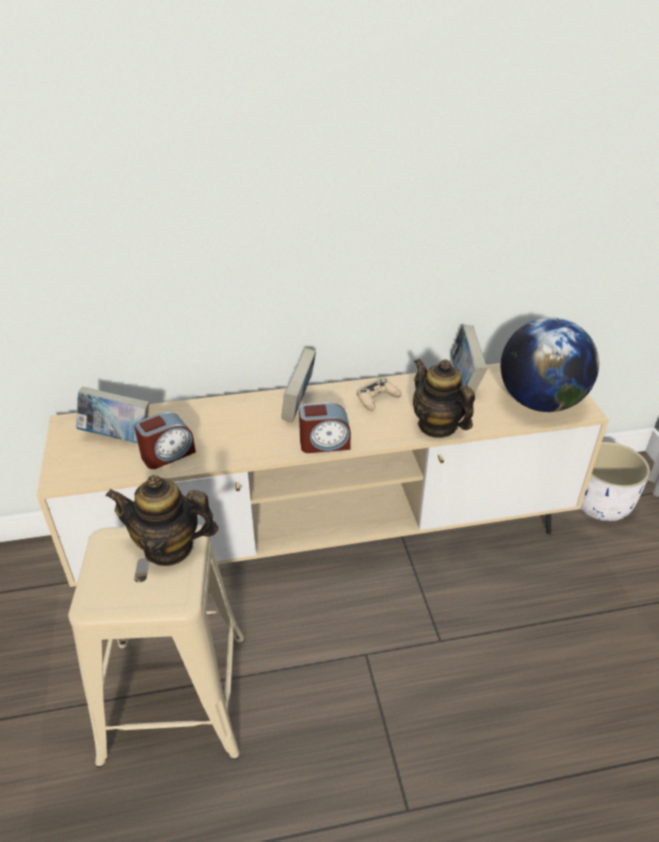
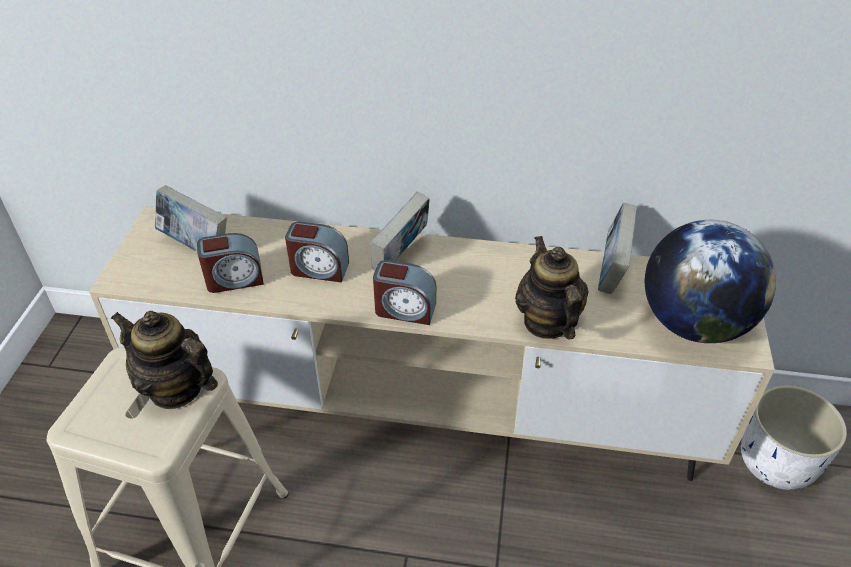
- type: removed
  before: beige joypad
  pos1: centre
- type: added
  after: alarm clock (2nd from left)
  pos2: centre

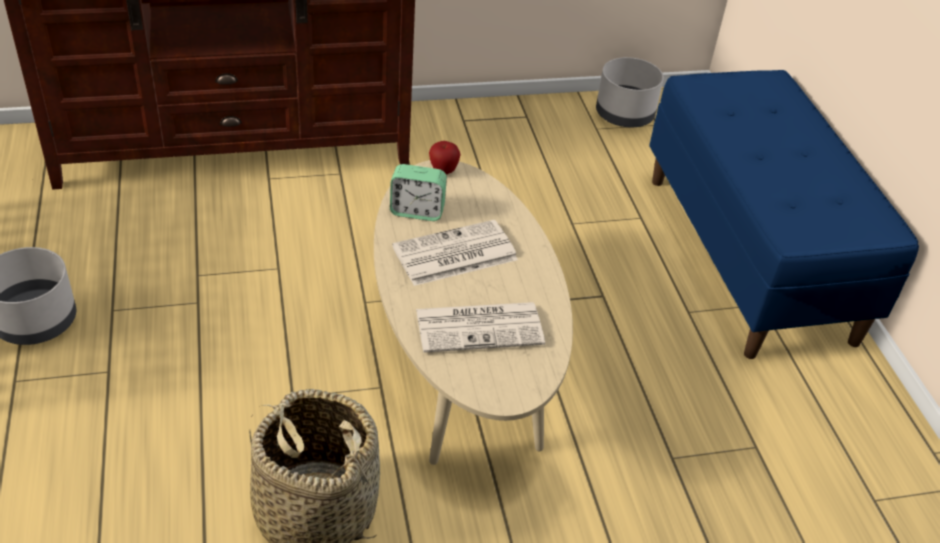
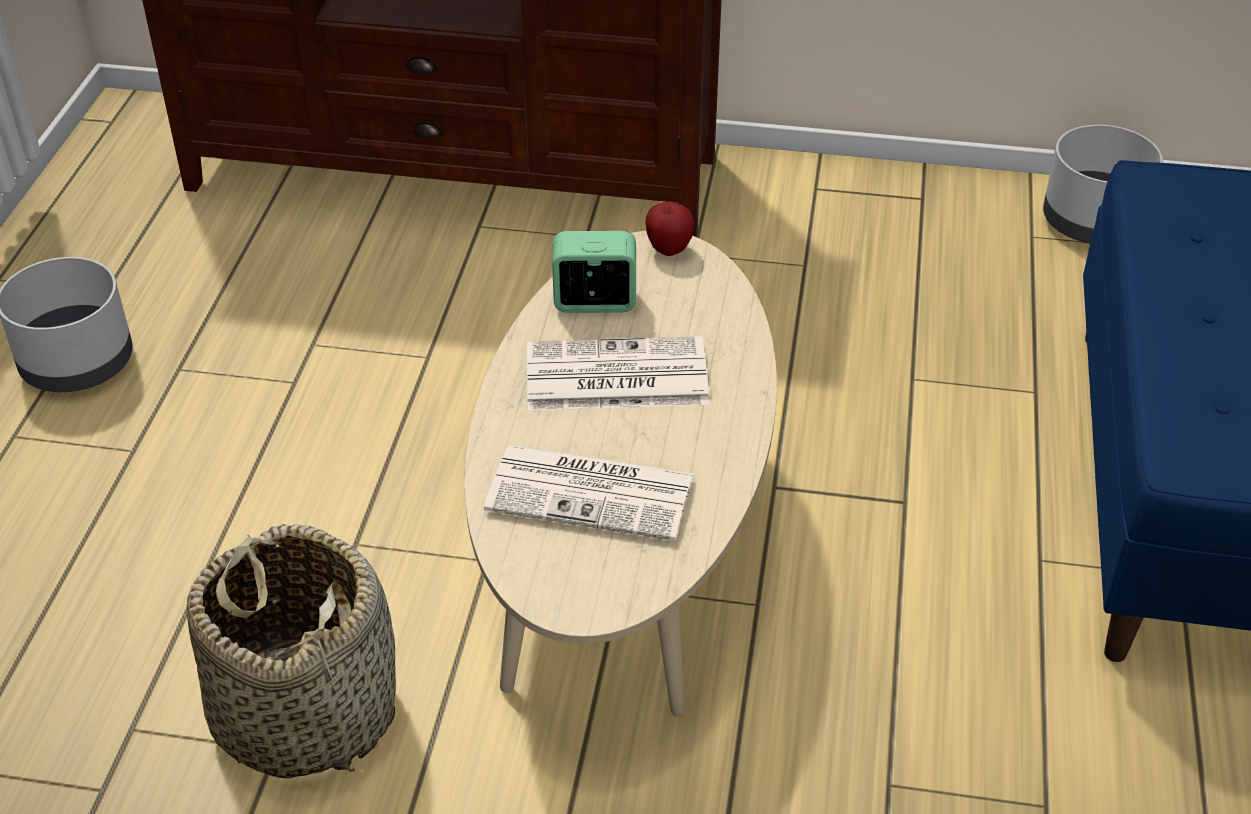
- type: turned
  before: alarm clock
  pos1: centre
  pos2: centre
  turn: 150

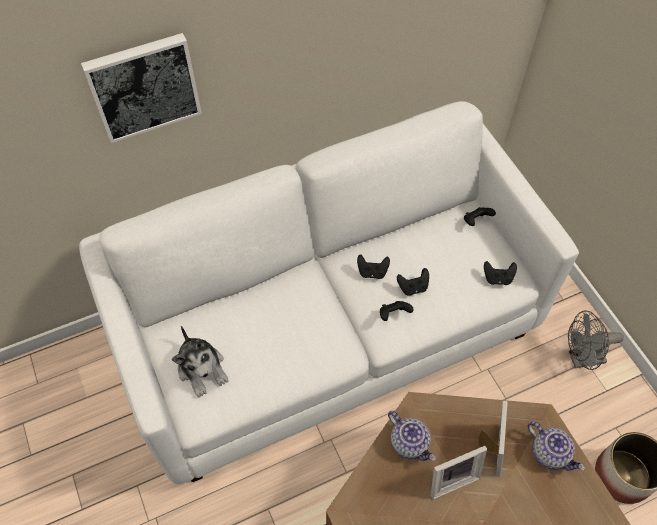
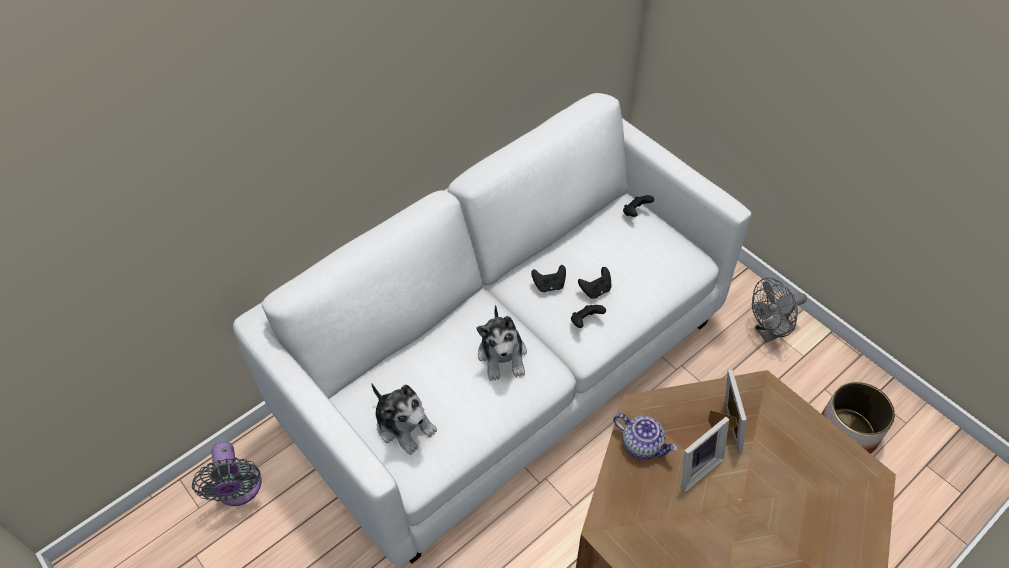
- type: removed
  before: picture
  pos1: top left
- type: removed
  before: black-coloured joypad (5th from left)
  pos1: middle right
- type: removed
  before: pot for tea (2nd from left)
  pos1: bottom right
- type: added
  after: greyish fan (1st from left)
  pos2: bottom left
- type: added
  after: soft toy (2nd from left)
  pos2: centre

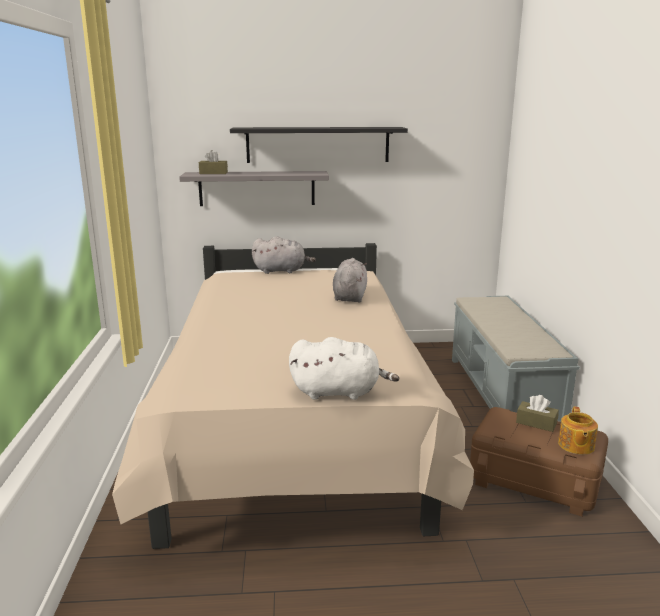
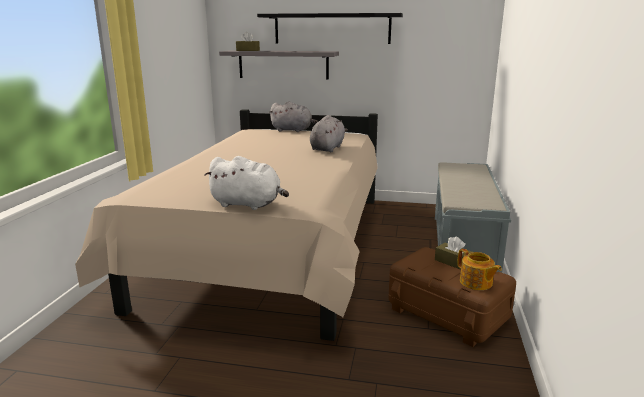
- type: turned
  before: pot for tea
  pos1: bottom right
  pos2: bottom right
  turn: -60

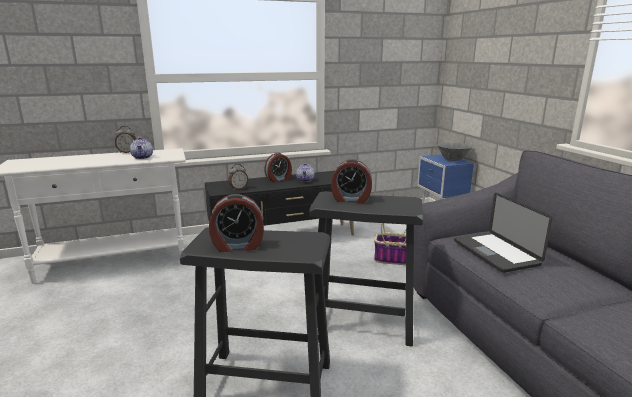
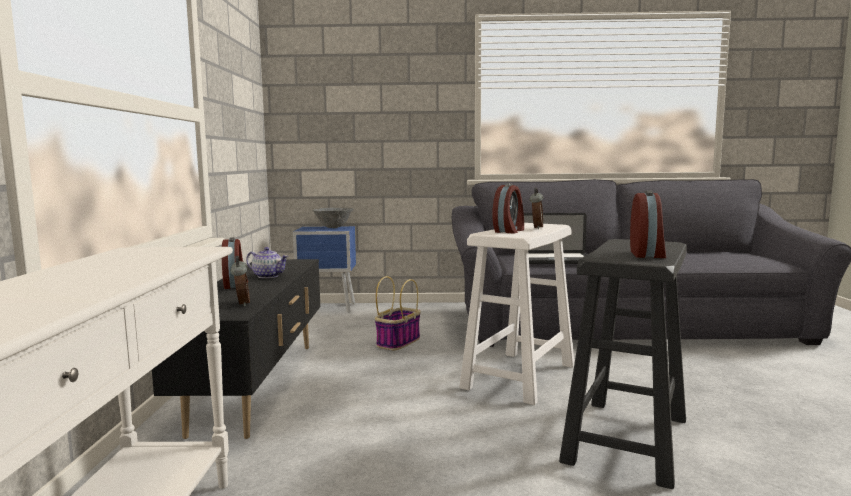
- type: moved
  before: alarm clock (1st from left in the first image)
  after: alarm clock (4th from left)
  pos1: middle left
  pos2: centre
- type: removed
  before: pot for tea (1st from left)
  pos1: middle left
- type: recoloured
  before: black-coloured stool (2nd from left)
  after: white stool
  pos1: bottom centre
  pos2: centre

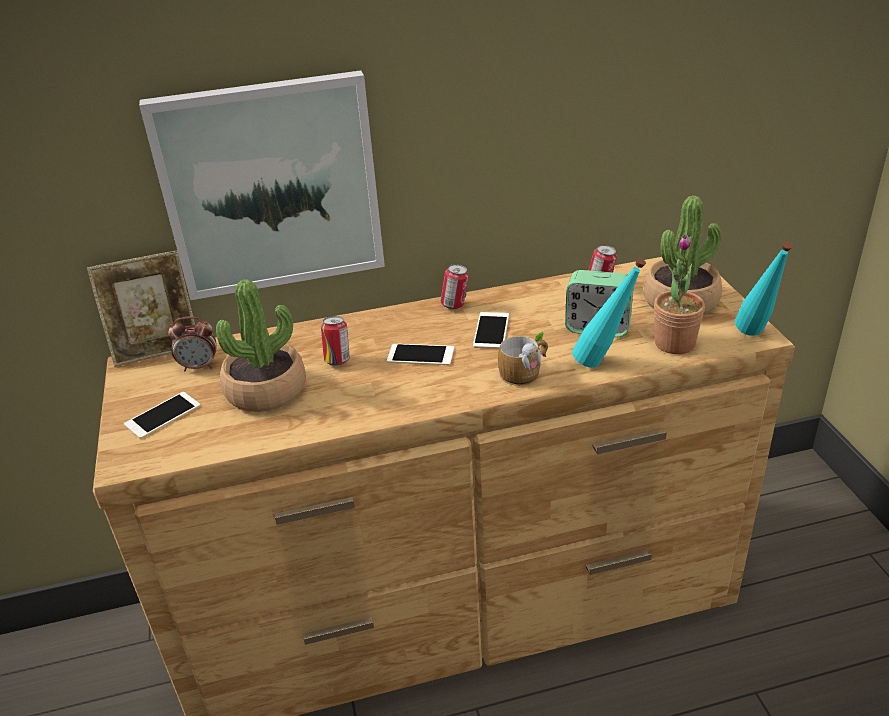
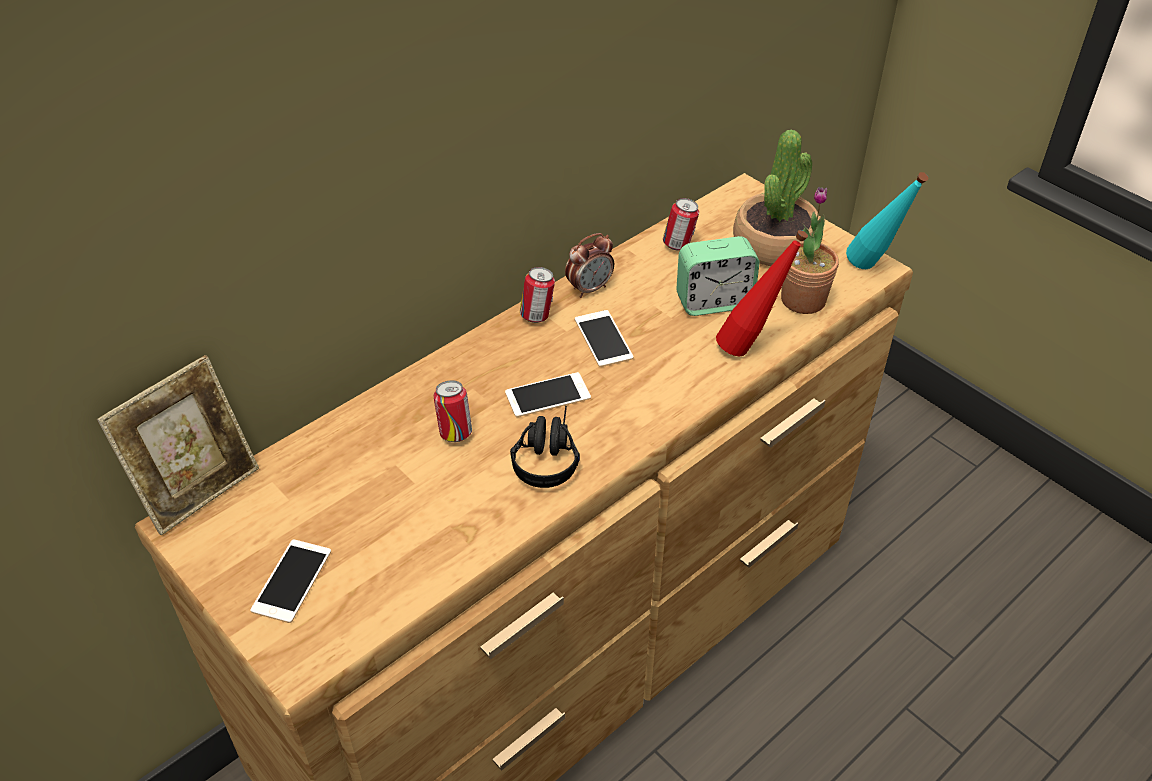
- type: removed
  before: picture
  pos1: top left
- type: moved
  before: alarm clock (1st from left)
  pos1: middle left
  pos2: centre
- type: removed
  before: potted plant (1st from left)
  pos1: middle left
- type: removed
  before: mug
  pos1: centre
- type: recoloured
  before: blue-green beverage bottle (1st from left)
  after: red beverage bottle
  pos1: middle right
  pos2: centre
- type: added
  after: black-coloured pair of headphones
  pos2: centre

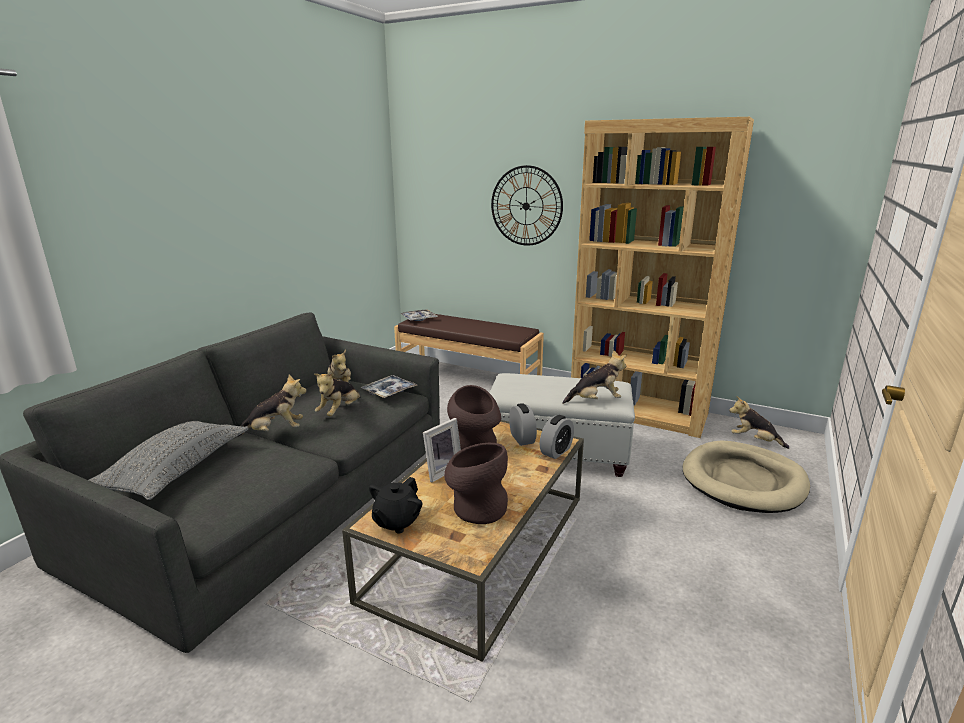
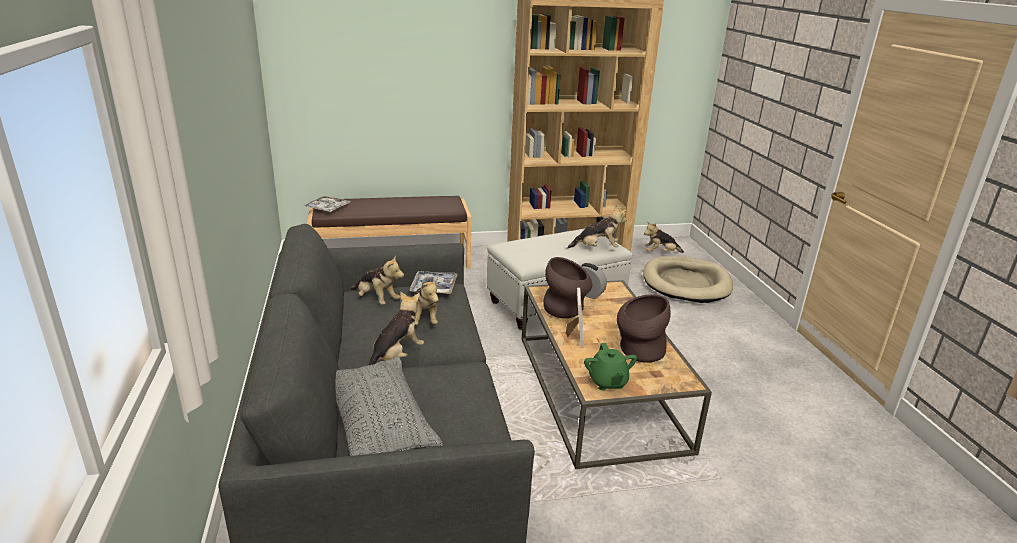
- type: recoloured
  before: black-coloured pot for tea
  after: greenish pot for tea
  pos1: bottom centre
  pos2: bottom centre
- type: removed
  before: clock on the wall
  pos1: top centre
- type: removed
  before: alarm clock (2nd from left)
  pos1: centre
- type: turned
  before: soft toy (4th from left)
  pos1: centre
  pos2: centre
  turn: 45

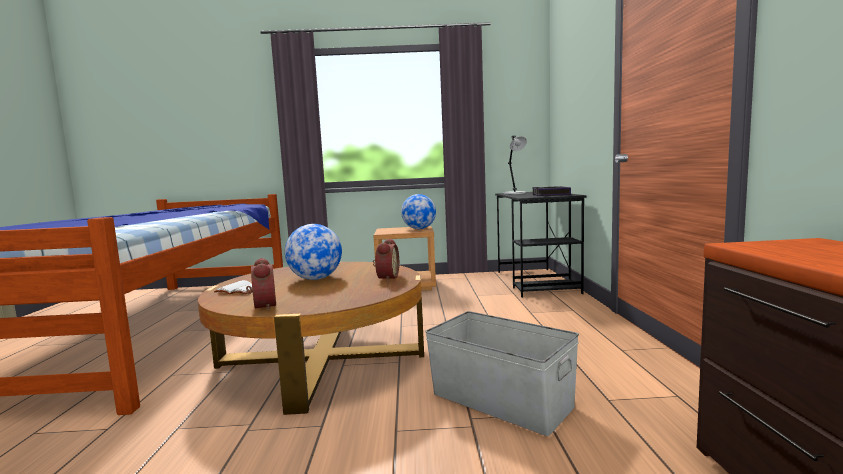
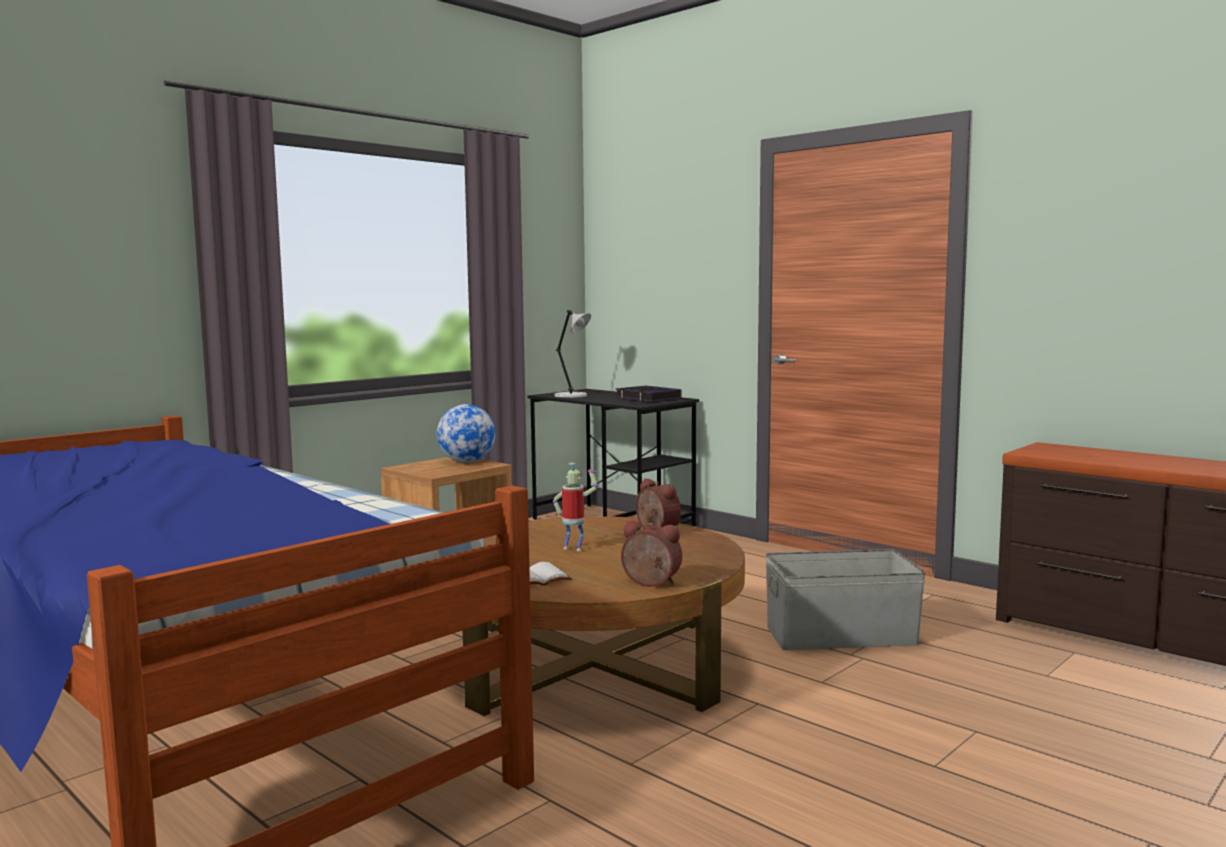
- type: replaced
  before: globe (1st from left)
  after: robot figure
  pos1: centre
  pos2: centre

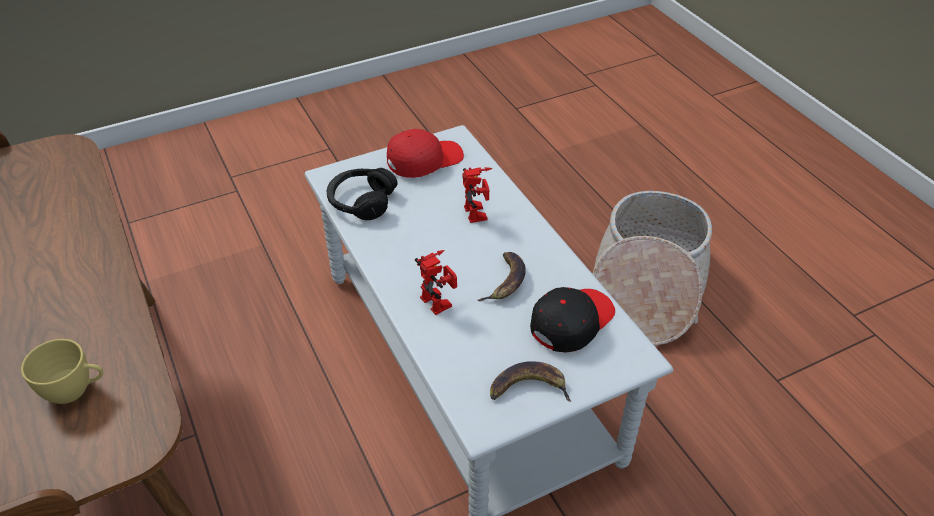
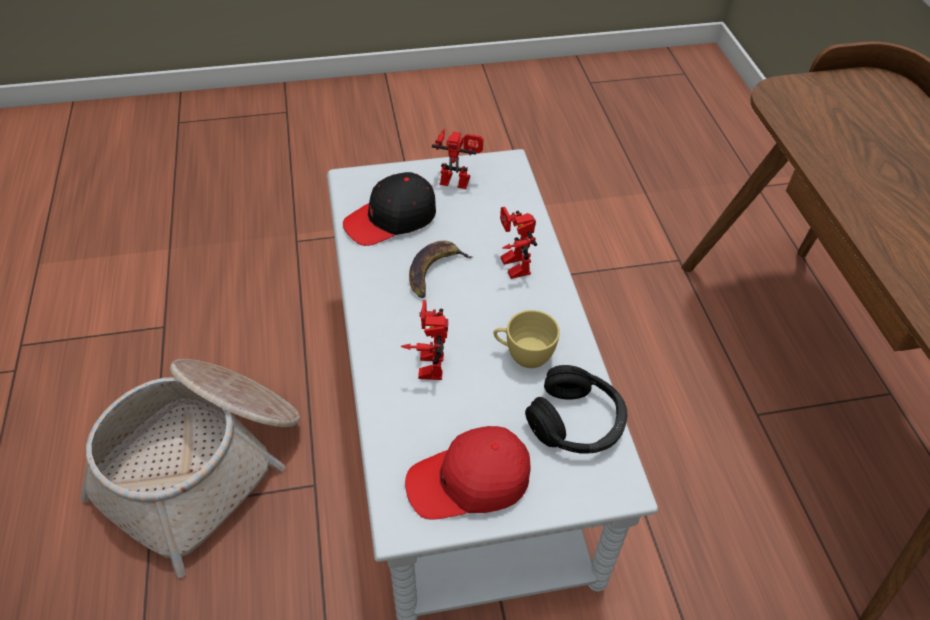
- type: moved
  before: yellow cup
  pos1: bottom left
  pos2: centre
- type: replaced
  before: banana fruit (2nd from left)
  after: robot figure (2nd from left)
  pos1: bottom centre
  pos2: top centre

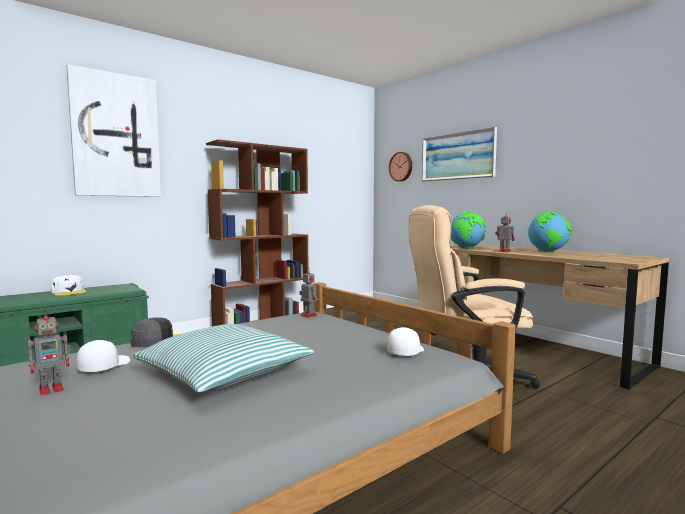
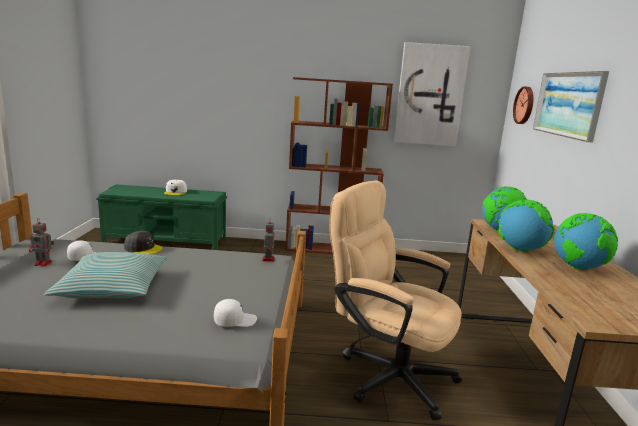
- type: moved
  before: picture (1st from left)
  pos1: top left
  pos2: top right
- type: replaced
  before: robot figure (3rd from left)
  after: globe (2nd from left)
  pos1: middle right
  pos2: middle right

